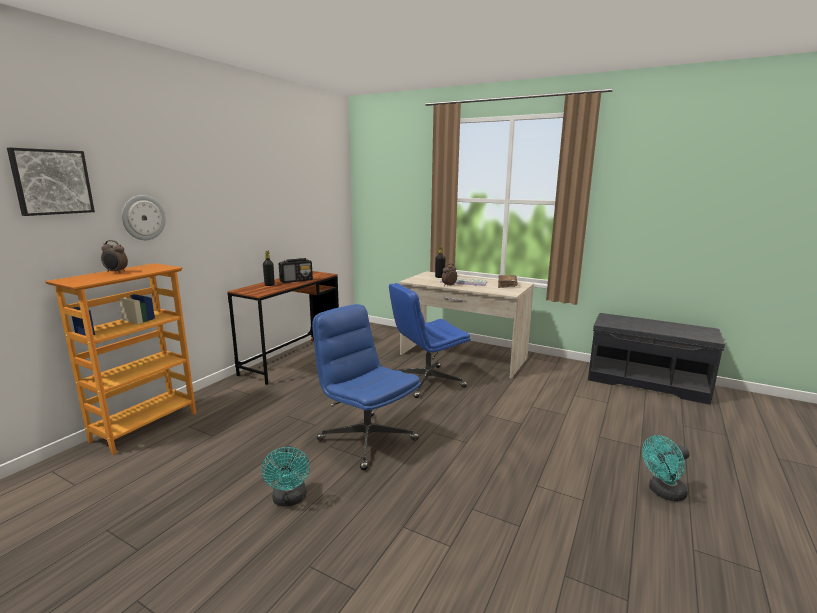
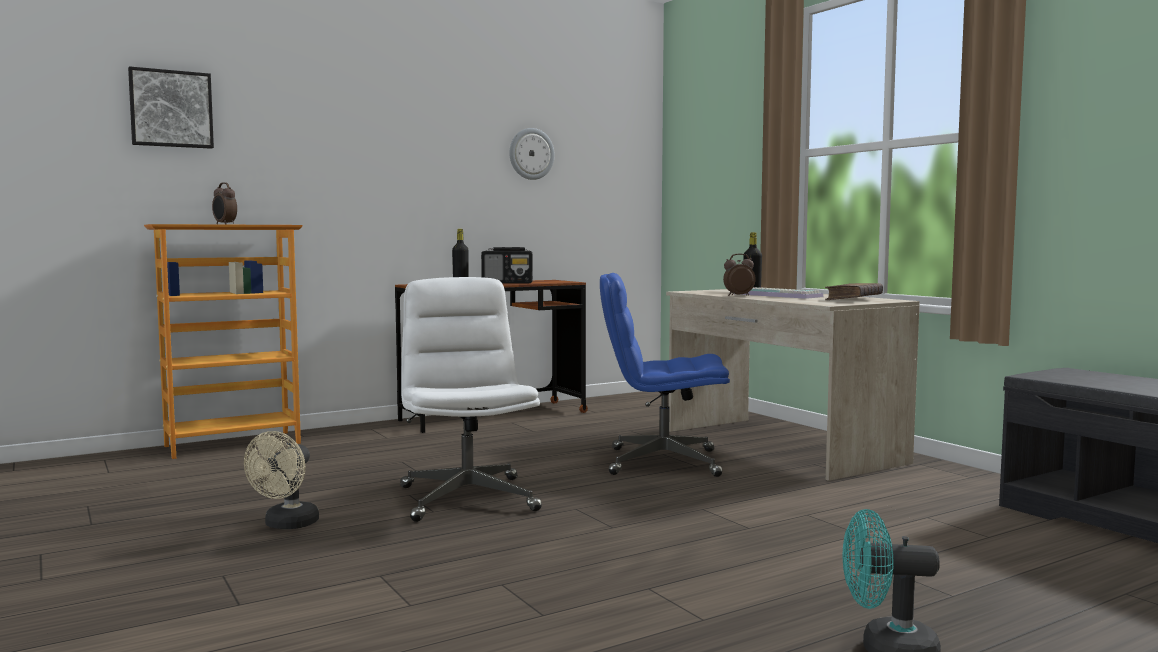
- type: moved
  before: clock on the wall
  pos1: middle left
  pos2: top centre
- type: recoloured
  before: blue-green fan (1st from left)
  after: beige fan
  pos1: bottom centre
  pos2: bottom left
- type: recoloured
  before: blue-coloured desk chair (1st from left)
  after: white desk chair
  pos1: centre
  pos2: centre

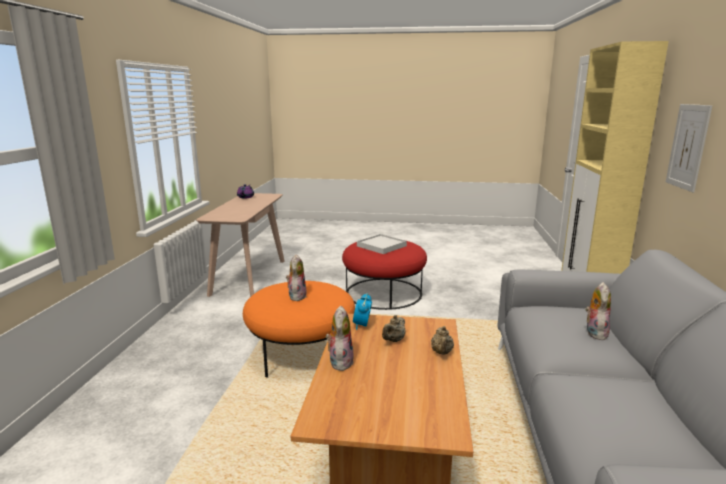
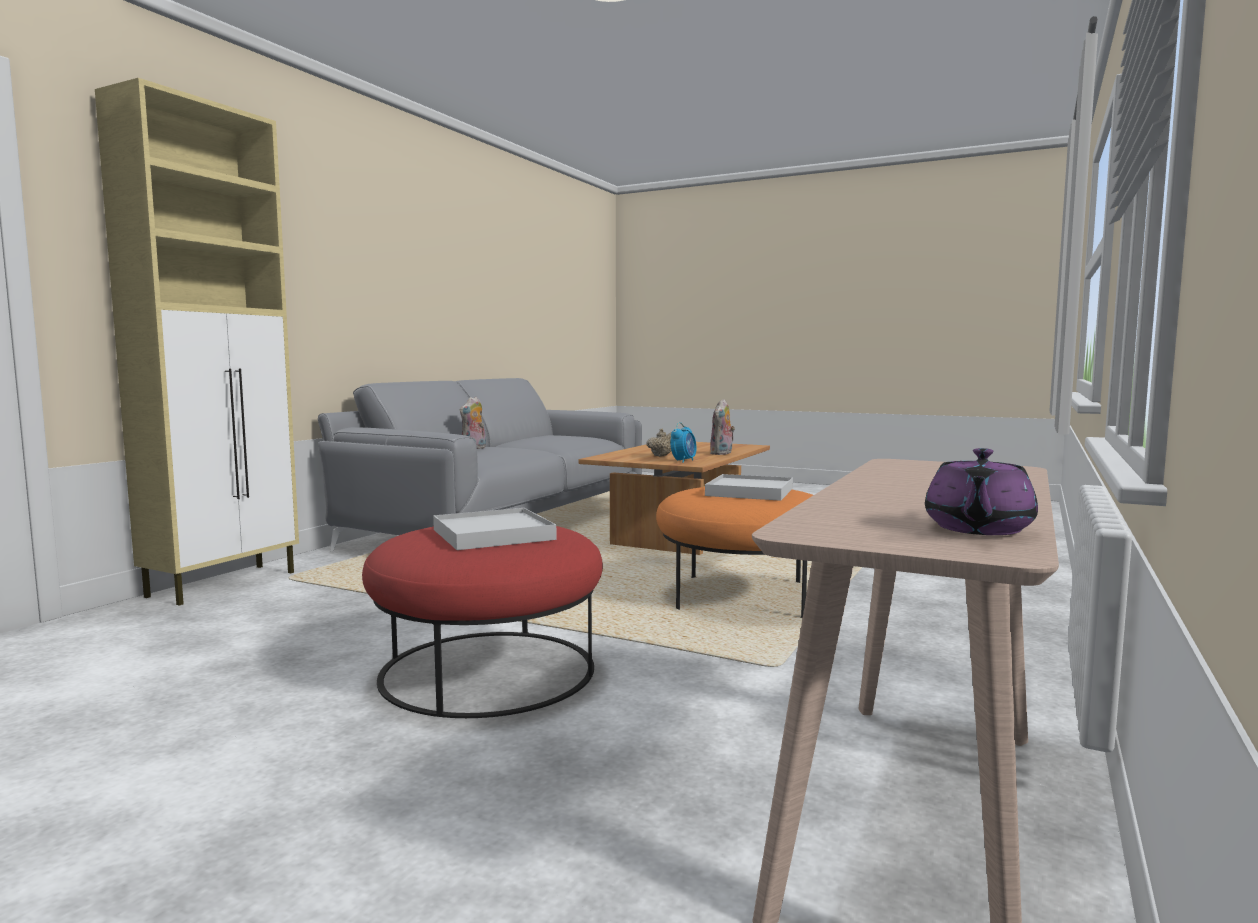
- type: replaced
  before: soft toy (1st from left)
  after: white carrying tray (2nd from left)
  pos1: centre
  pos2: centre
- type: removed
  before: beige pot for tea (2nd from left)
  pos1: bottom centre
- type: removed
  before: picture
  pos1: top right

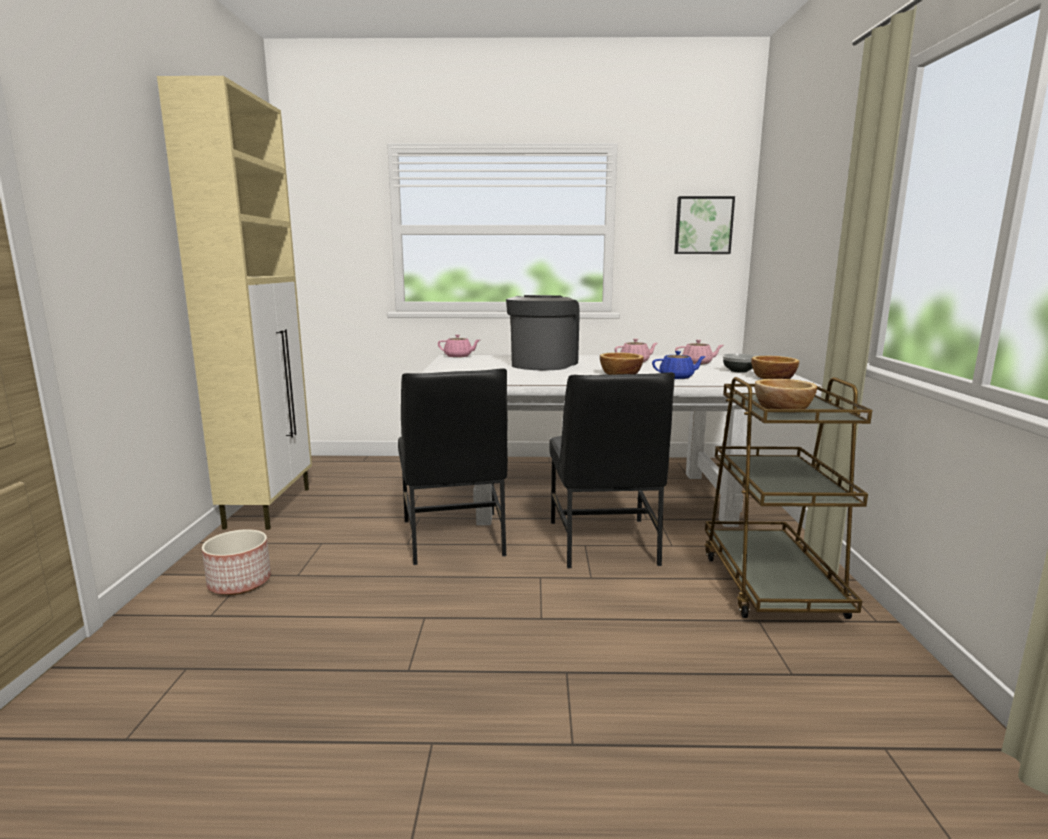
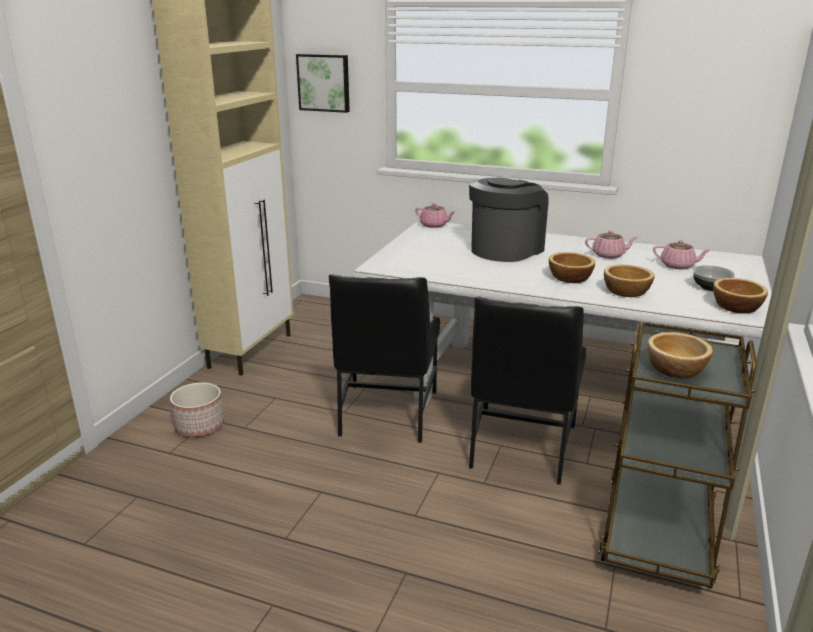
- type: replaced
  before: blue-coloured pot for tea
  after: deep dish (2nd from left)
  pos1: centre
  pos2: middle right
- type: moved
  before: picture
  pos1: top right
  pos2: top centre

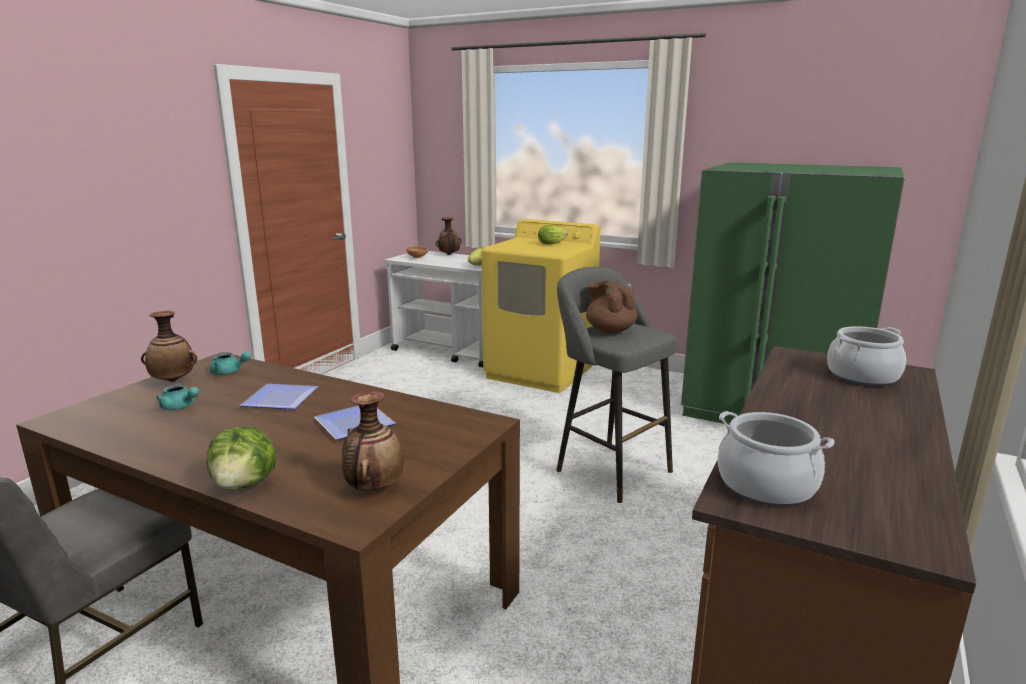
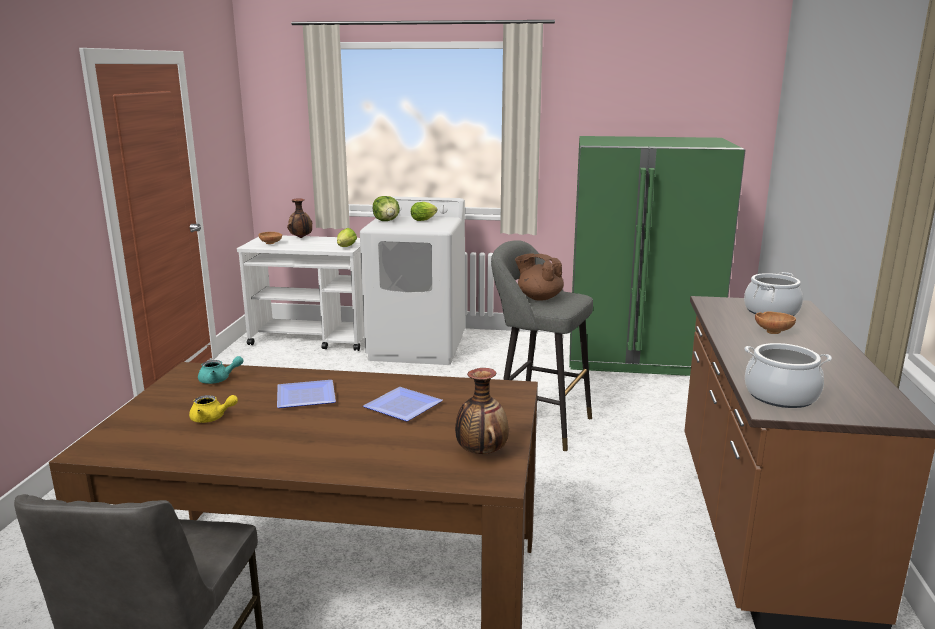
- type: removed
  before: vase (1st from left)
  pos1: middle left
- type: recoloured
  before: blue-green pot for tea (1st from left)
  after: yellow pot for tea
  pos1: middle left
  pos2: middle left
- type: moved
  before: lettuce (1st from left in the first image)
  after: lettuce (2nd from left)
  pos1: bottom left
  pos2: top centre
- type: recoloured
  before: yellow laundry machine
  after: white laundry machine
  pos1: centre
  pos2: centre
- type: added
  after: brownish deep dish (2nd from left)
  pos2: middle right

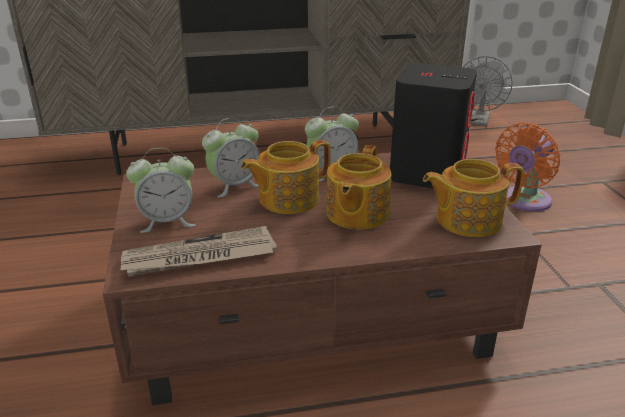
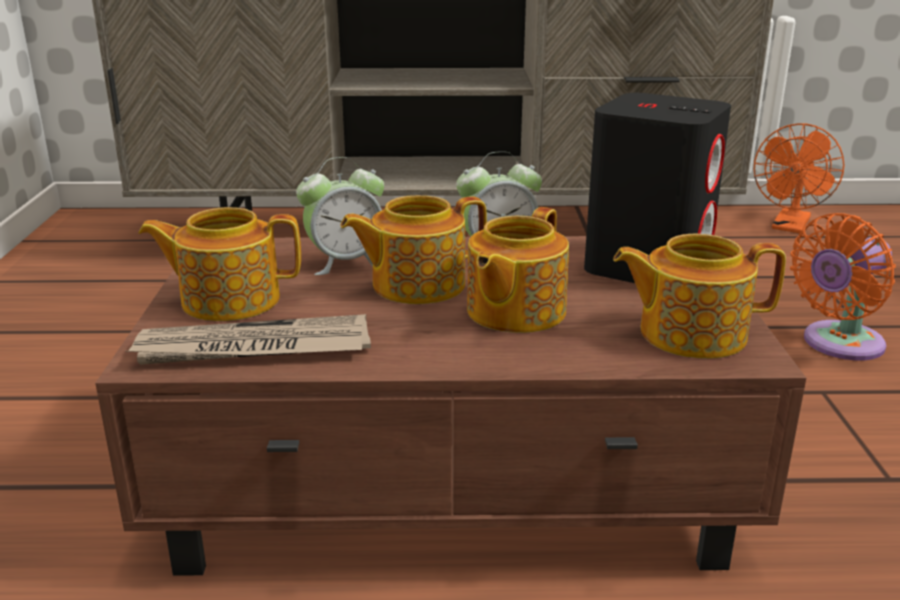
- type: replaced
  before: alarm clock (1st from left)
  after: pot for tea (1st from left)
  pos1: middle left
  pos2: middle left
- type: recoloured
  before: greyish fan
  after: orangey fan (1st from left)
  pos1: top right
  pos2: top right

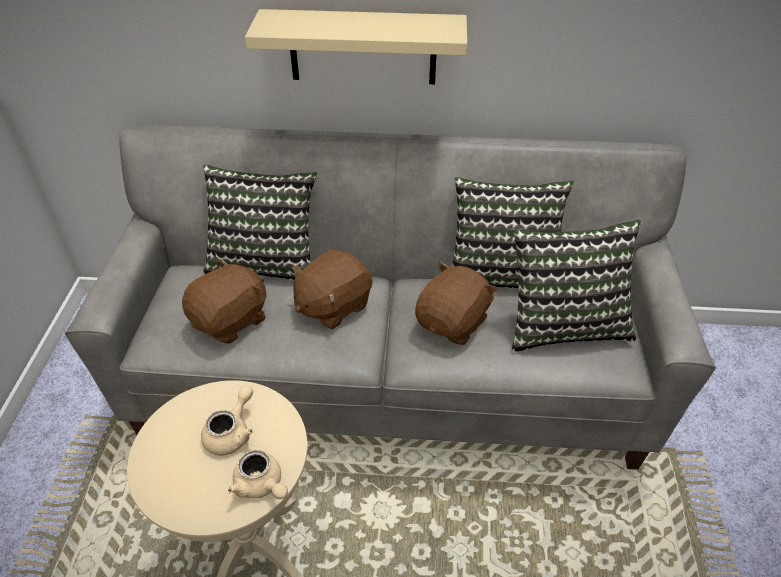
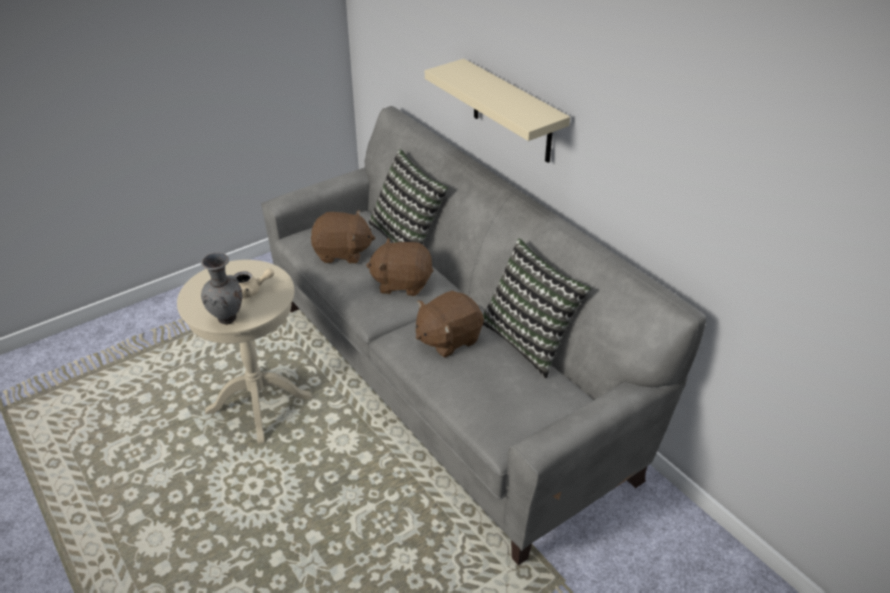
- type: replaced
  before: beige pot for tea (2nd from left)
  after: greyish vase
  pos1: bottom left
  pos2: middle left
- type: turned
  before: brownish soft toy (3rd from left)
  pos1: centre
  pos2: centre
  turn: 150
- type: removed
  before: throw pillow (3rd from left)
  pos1: middle right

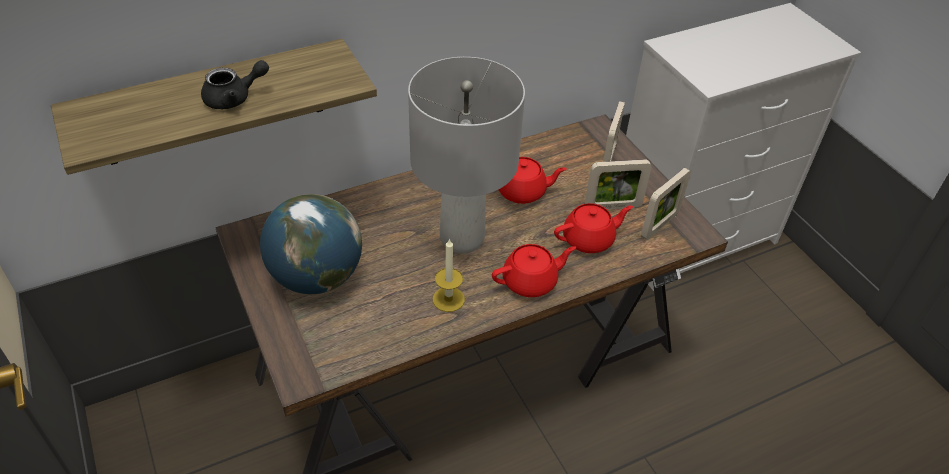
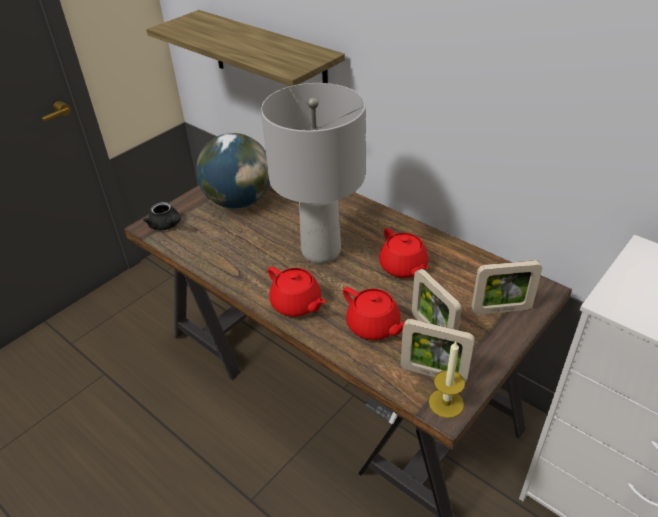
- type: moved
  before: black-coloured pot for tea
  pos1: top left
  pos2: middle left
- type: moved
  before: wax light
  pos1: centre
  pos2: bottom right

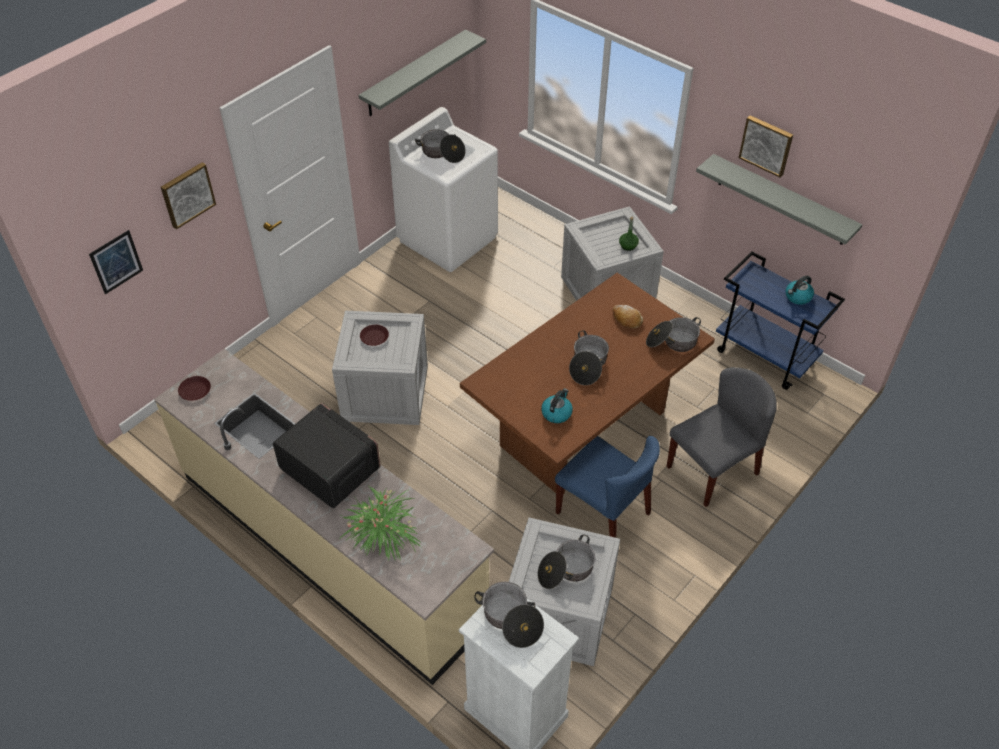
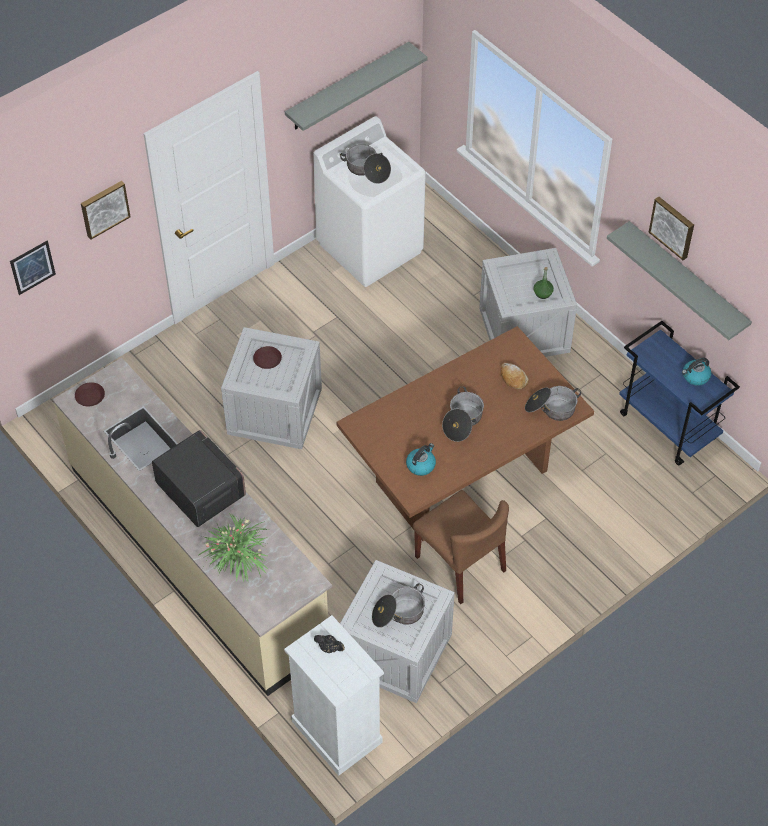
- type: replaced
  before: saucepot (2nd from left)
  after: black-coloured pot for tea
  pos1: bottom centre
  pos2: bottom centre
- type: recoloured
  before: blue-coloured plain chair
  after: brownish plain chair
  pos1: centre
  pos2: centre
- type: removed
  before: greyish plain chair
  pos1: middle right

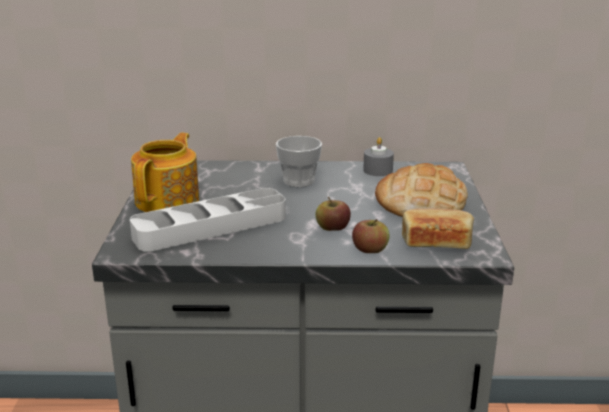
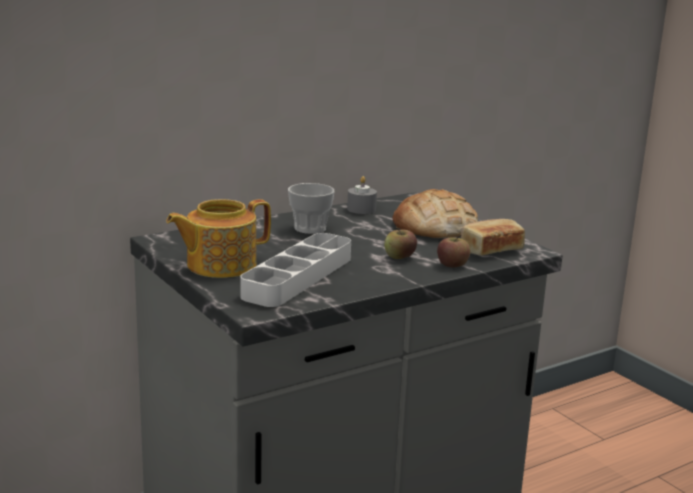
- type: turned
  before: pot for tea
  pos1: middle left
  pos2: middle left
  turn: -105

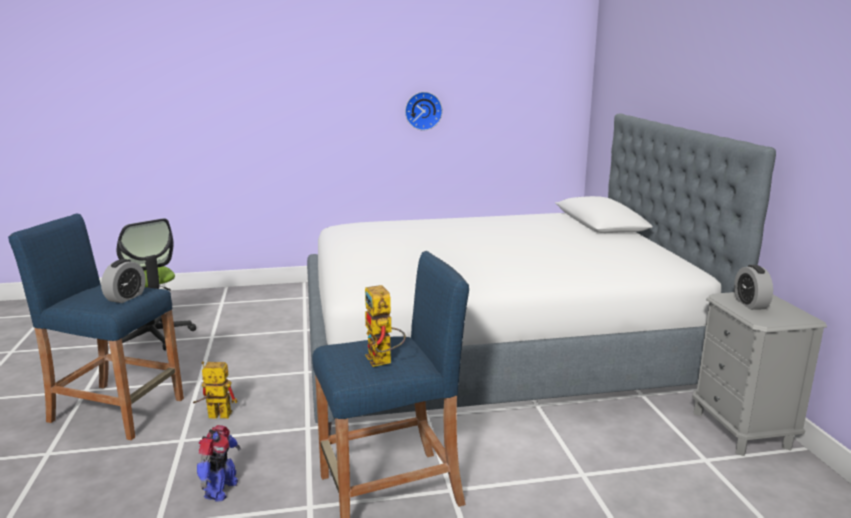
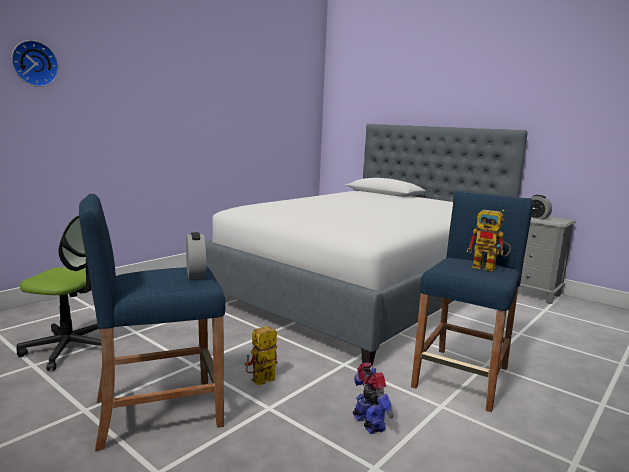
- type: moved
  before: clock on the wall
  pos1: top centre
  pos2: top left

